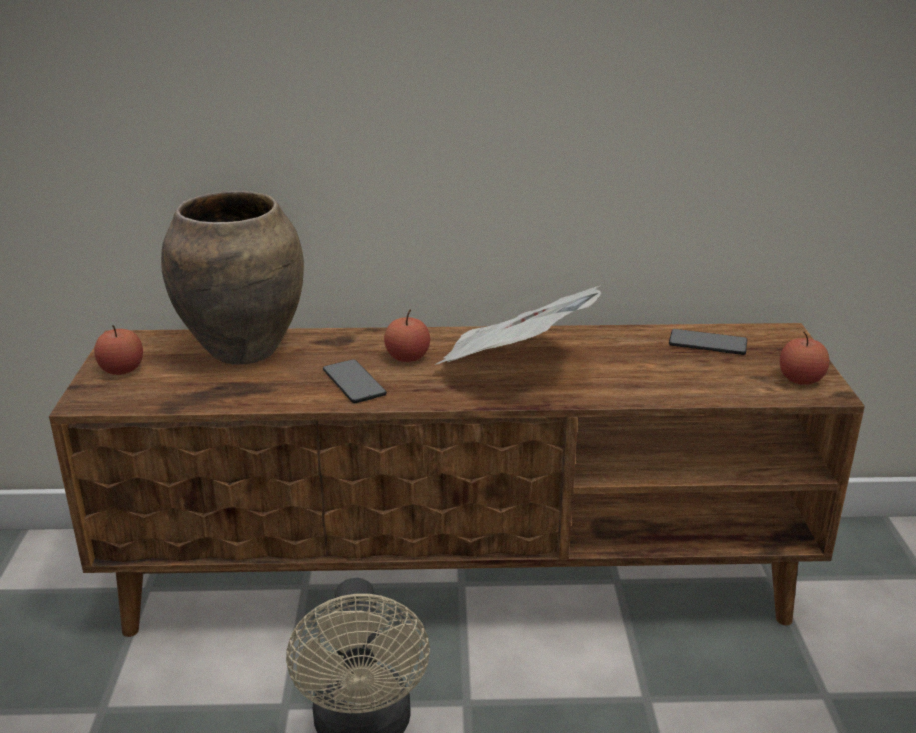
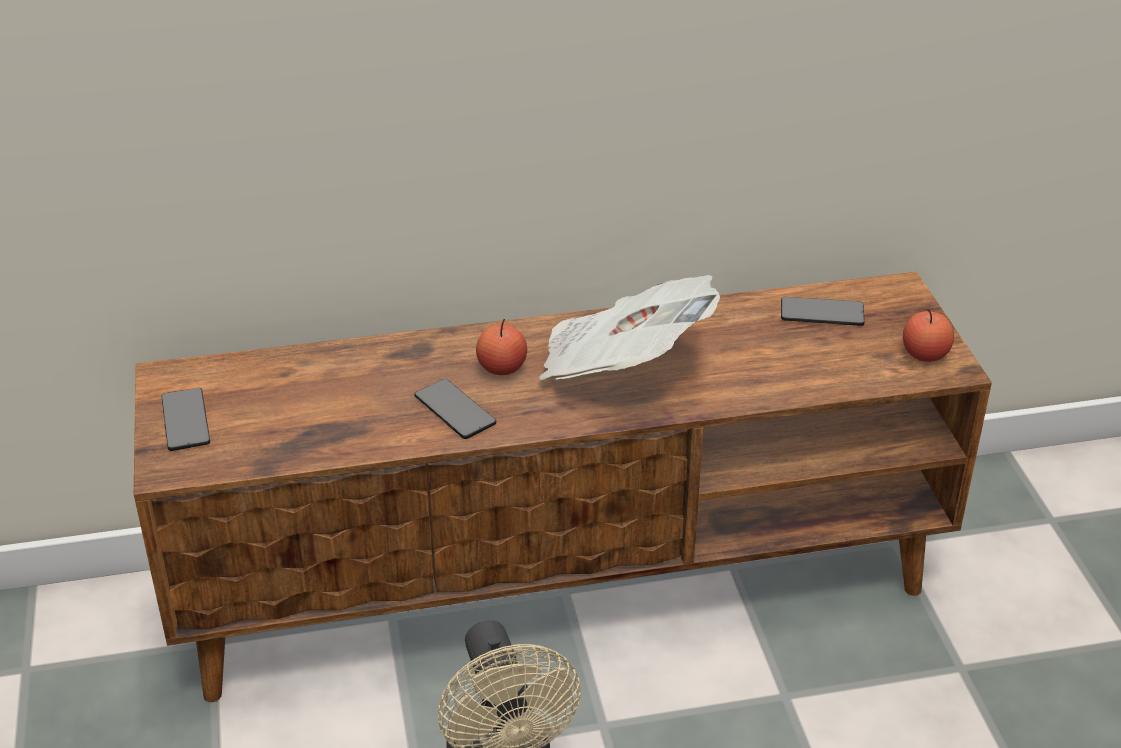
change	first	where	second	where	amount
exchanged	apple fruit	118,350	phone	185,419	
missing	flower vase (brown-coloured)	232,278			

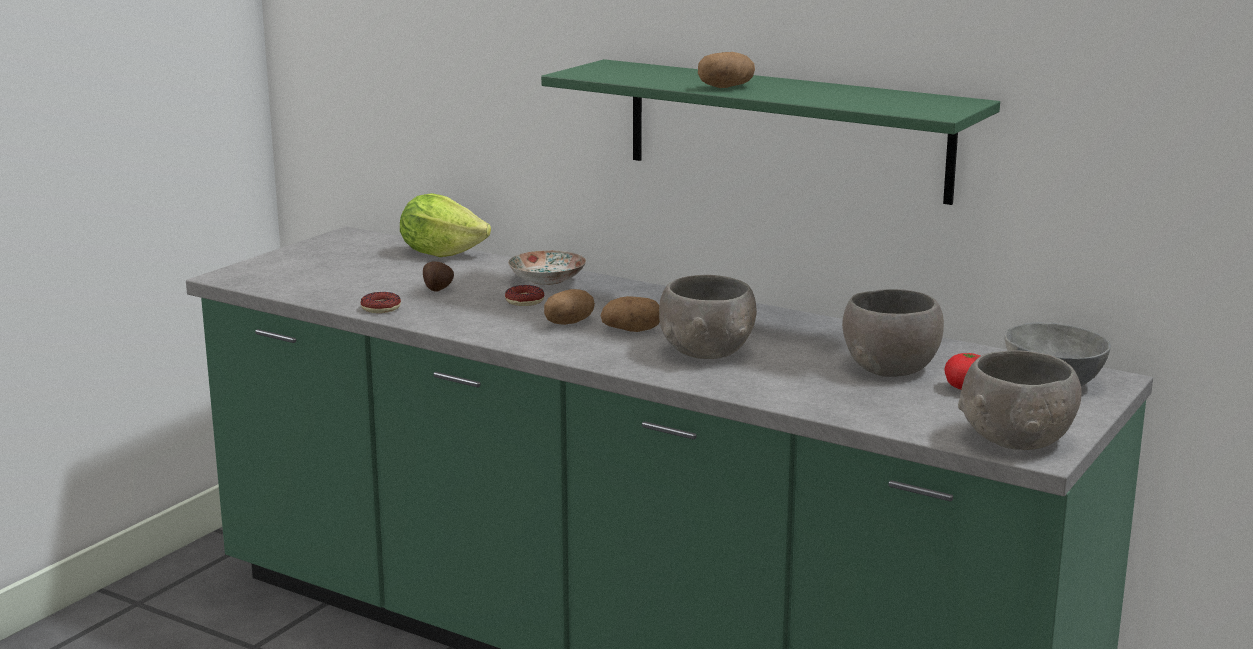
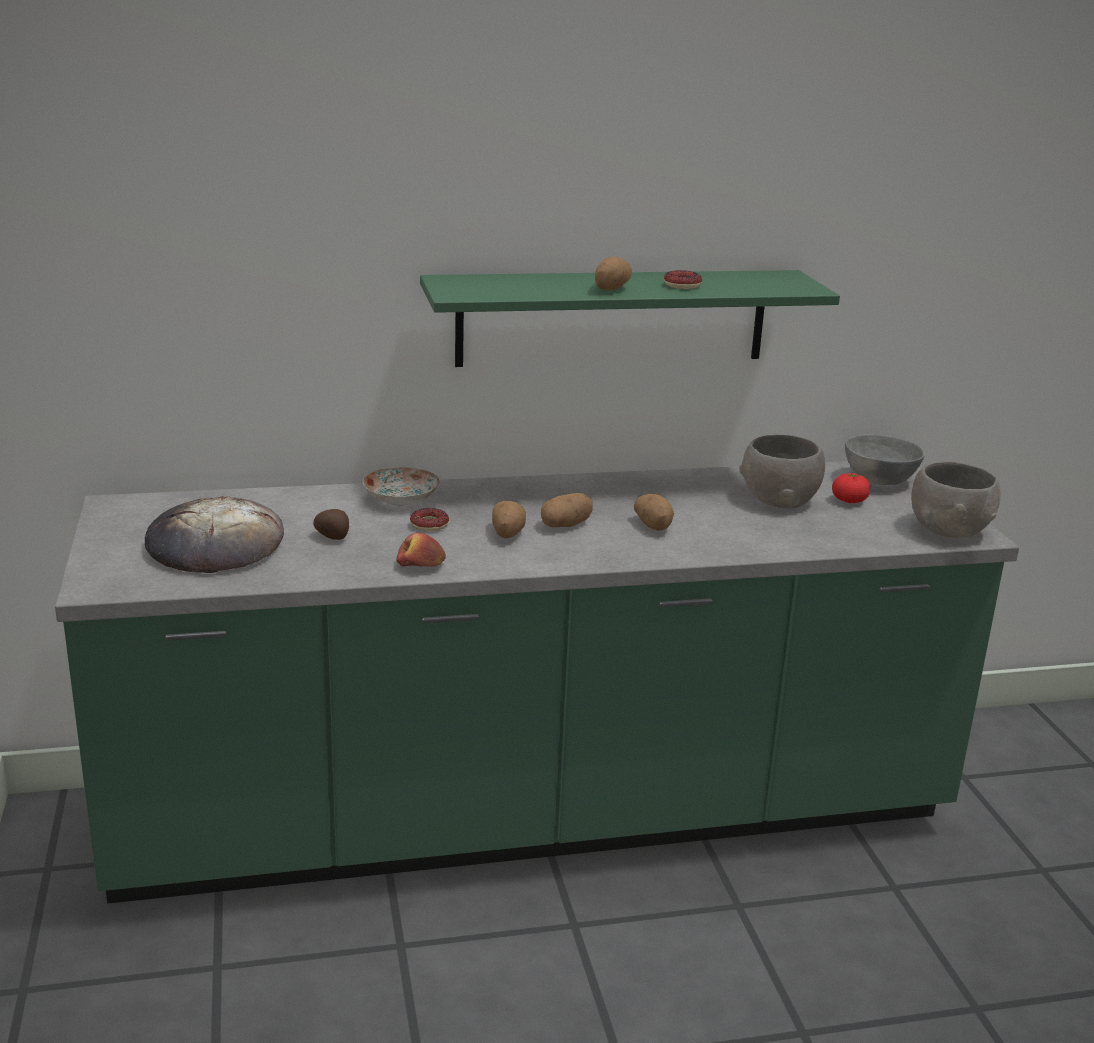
change	first	where	second	where	amount
appeared			bread	214,534	
appeared			apple fruit	421,550	
exchanged	bowl (greyish)	708,317	potato	654,512	
relocated	donut	381,302		683,279	
missing	head of lettuce	445,225			

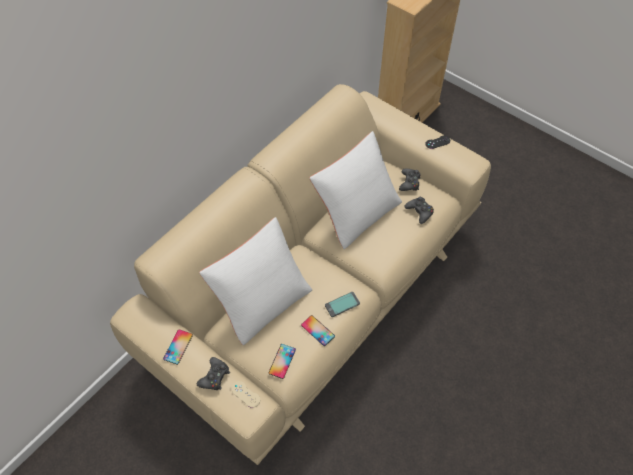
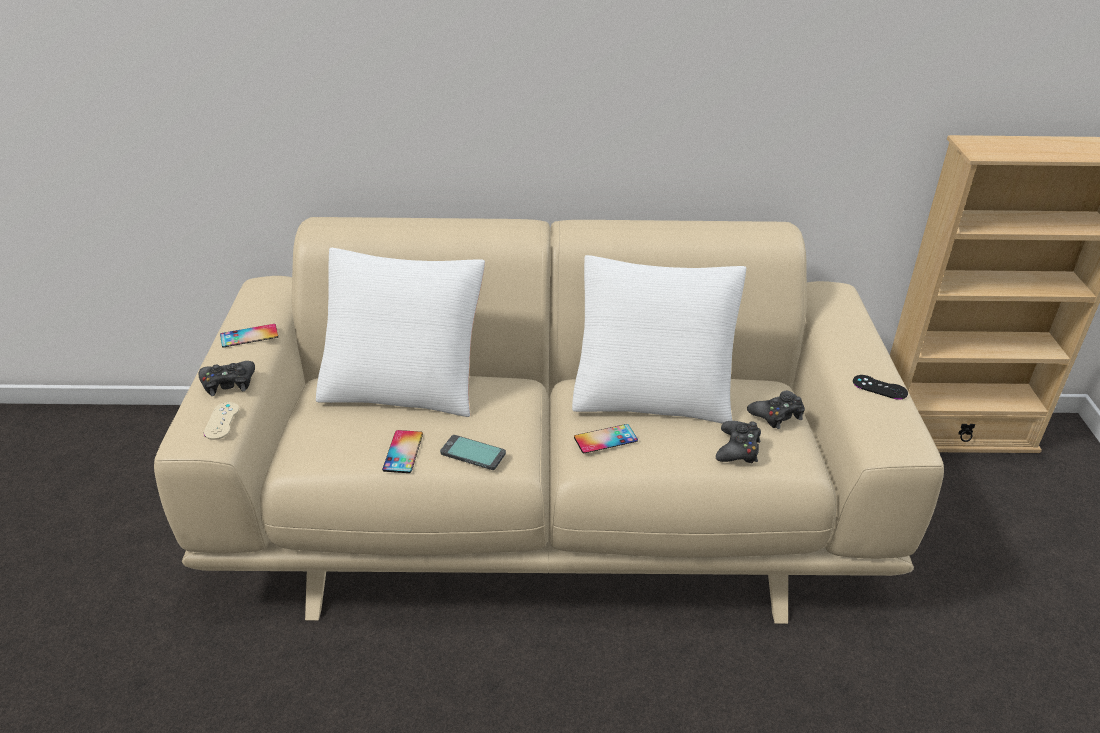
change	first	where	second	where	amount
relocated	phone	282,361		606,438	

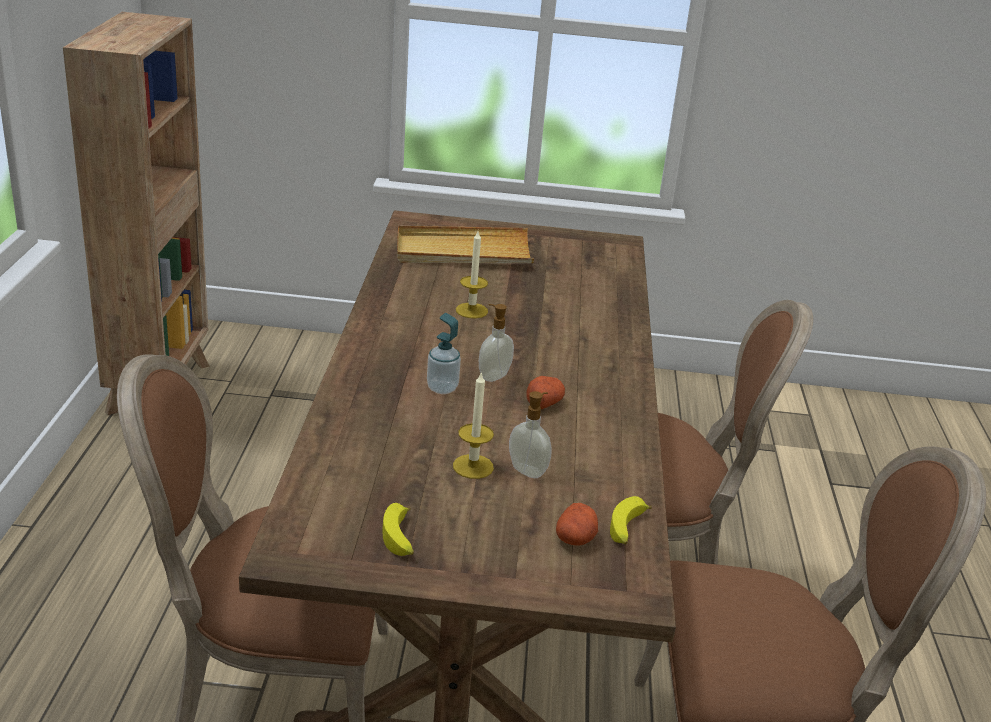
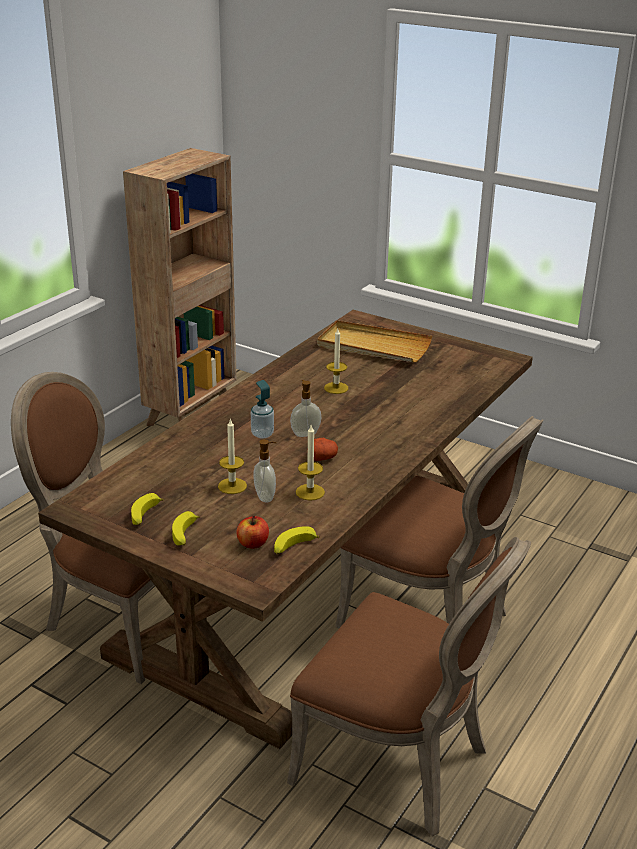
change	first	where	second	where	amount
appeared			whole banana	186,528	
exchanged	potato	577,524	apple fruit	252,532	
appeared			wax light	310,463	

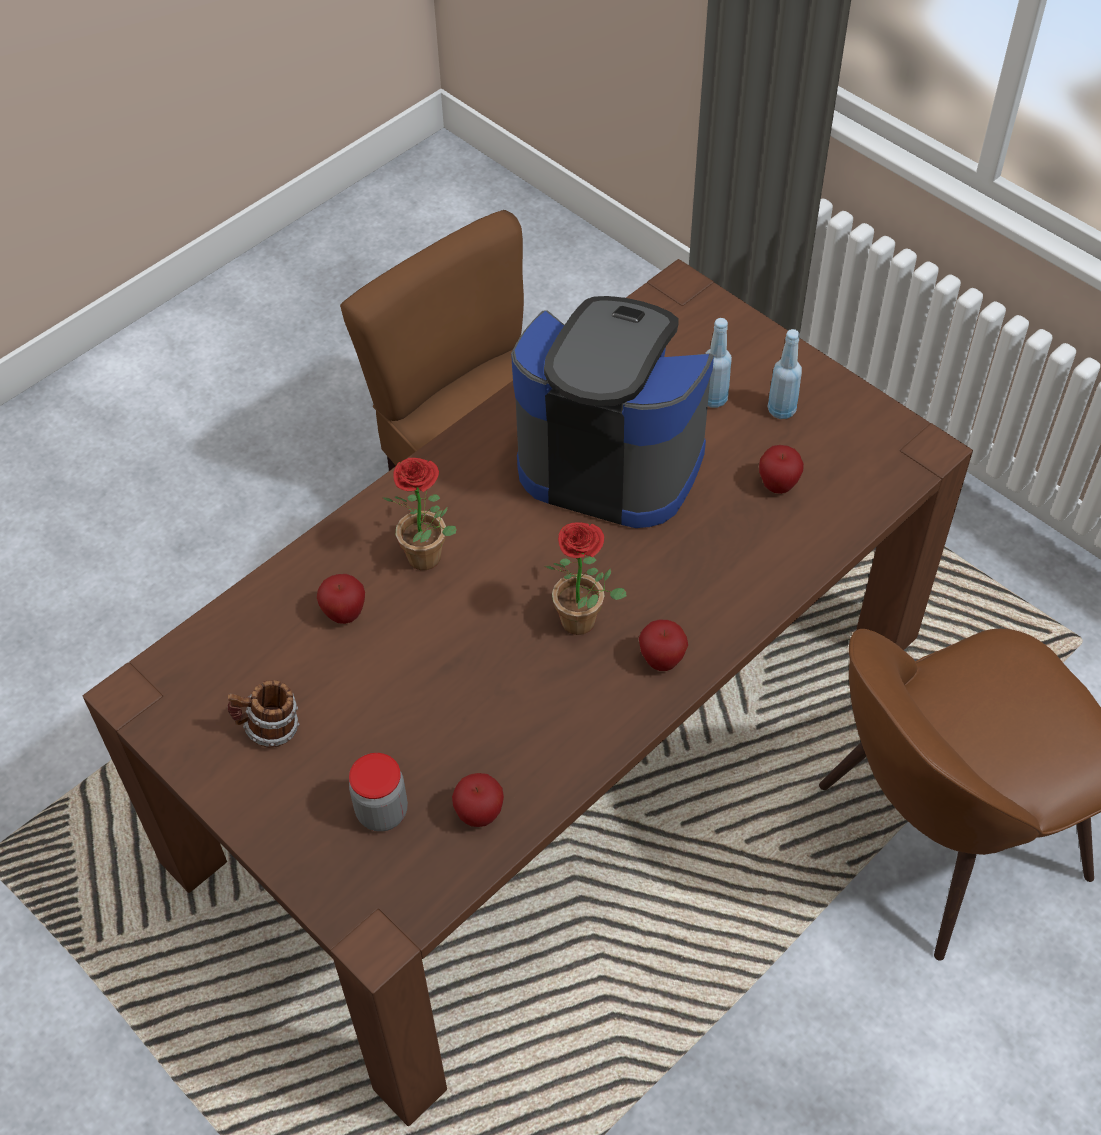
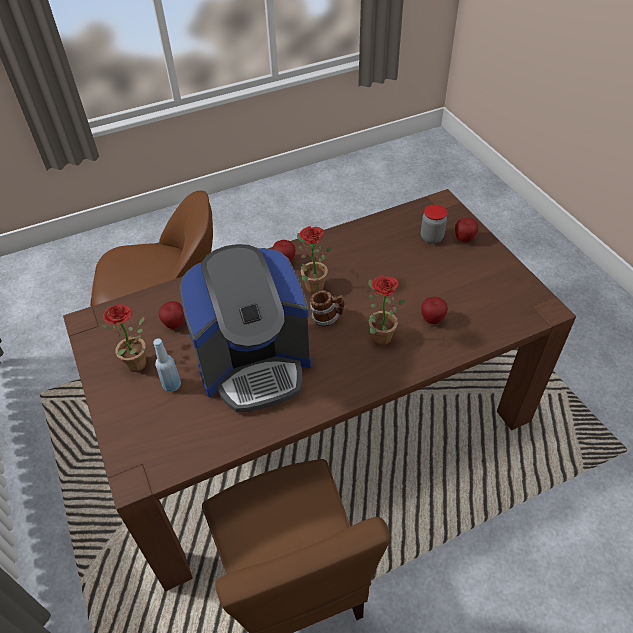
change	first	where	second	where	amount
exchanged	bottle (blue)	785,374	plant in a pot	124,338	
spun	coffee maker	612,412		245,328	60 degrees counterclockwise
relocated	tea mug	263,714		327,309	
relocated	apple fruit	478,800		466,230	

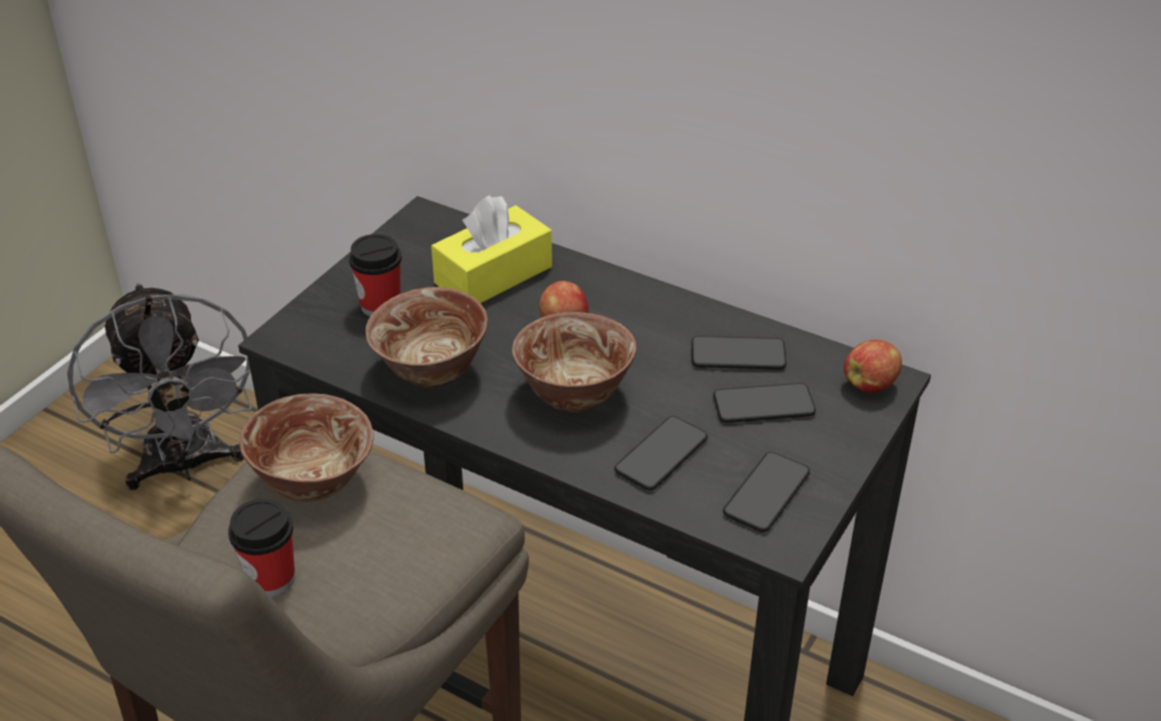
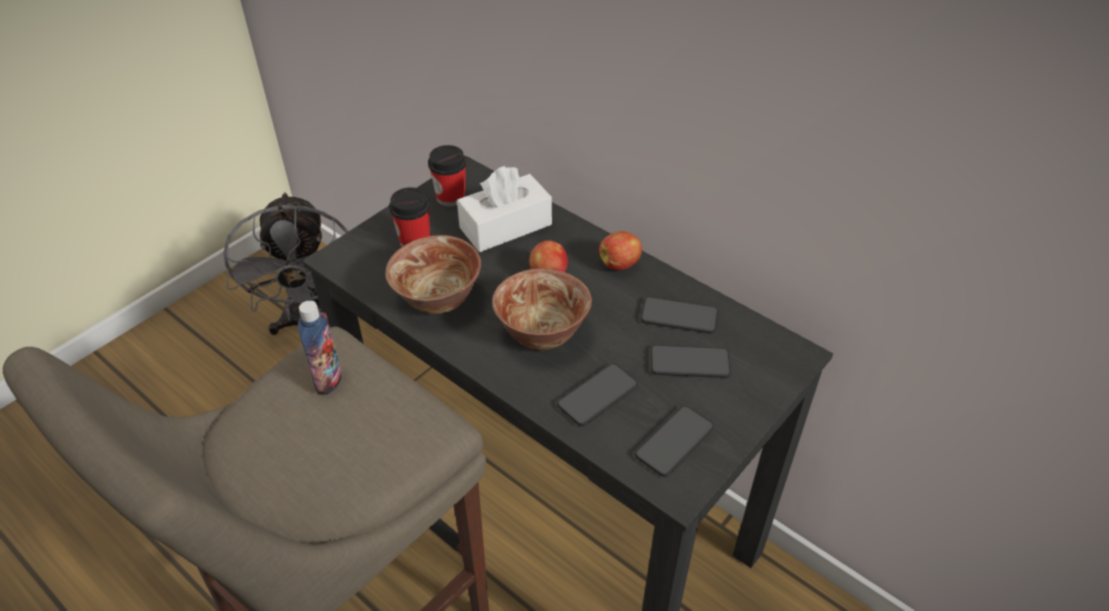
change	first	where	second	where	amount
exchanged	bowl	307,447	bottle	320,348	
relocated	drinking cup	261,548		447,176	
colour	box of tissues (yellow-coloured)	491,249	box of tissues (whitish)	504,209	
relocated	apple fruit	873,366		620,251	

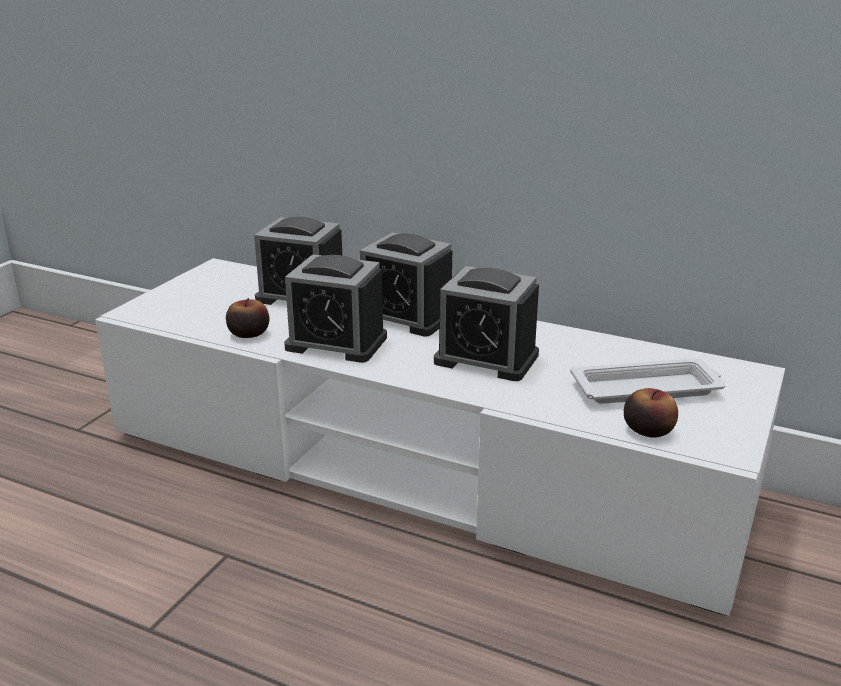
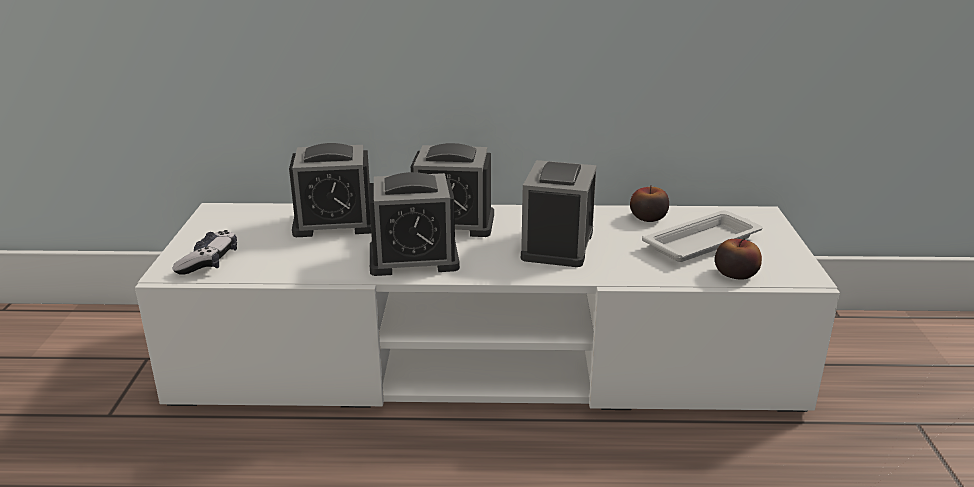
change	first	where	second	where	amount
appeared			joypad	205,252	
spun	table clock	486,323		559,213	105 degrees clockwise
relocated	apple fruit	248,318		649,203	

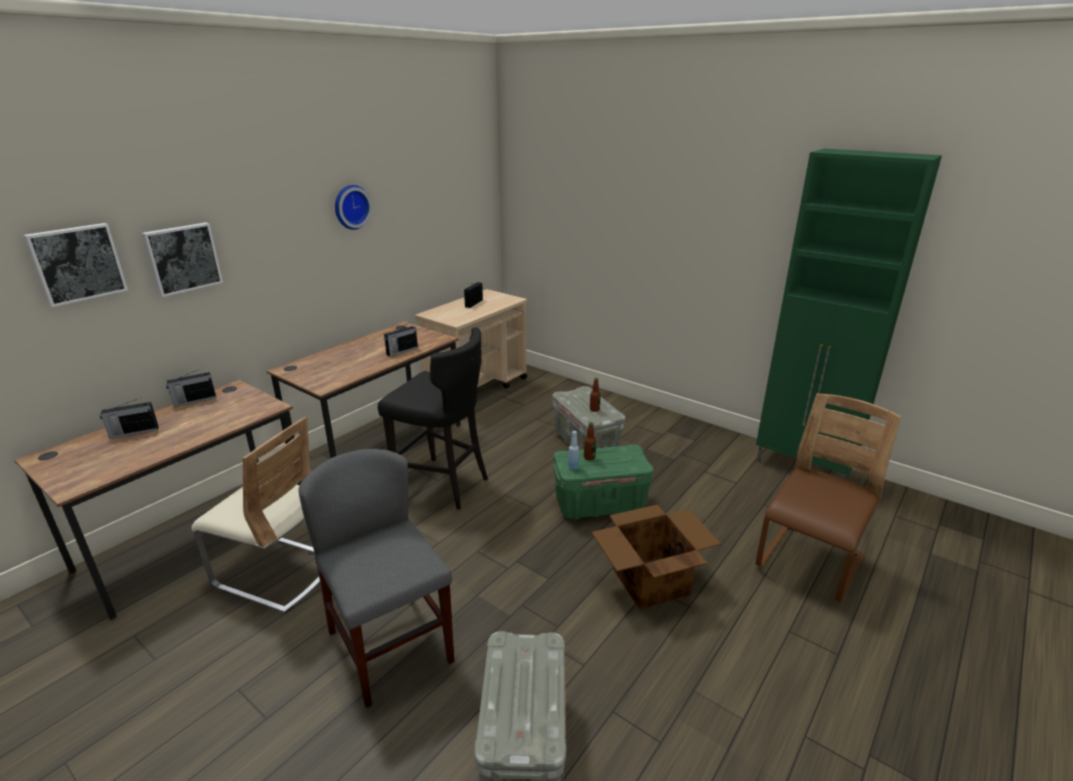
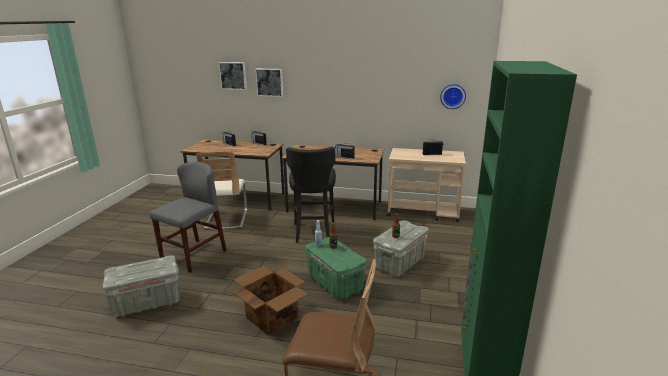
change	first	where	second	where	amount
relocated	hanging clock	353,207		453,96	

